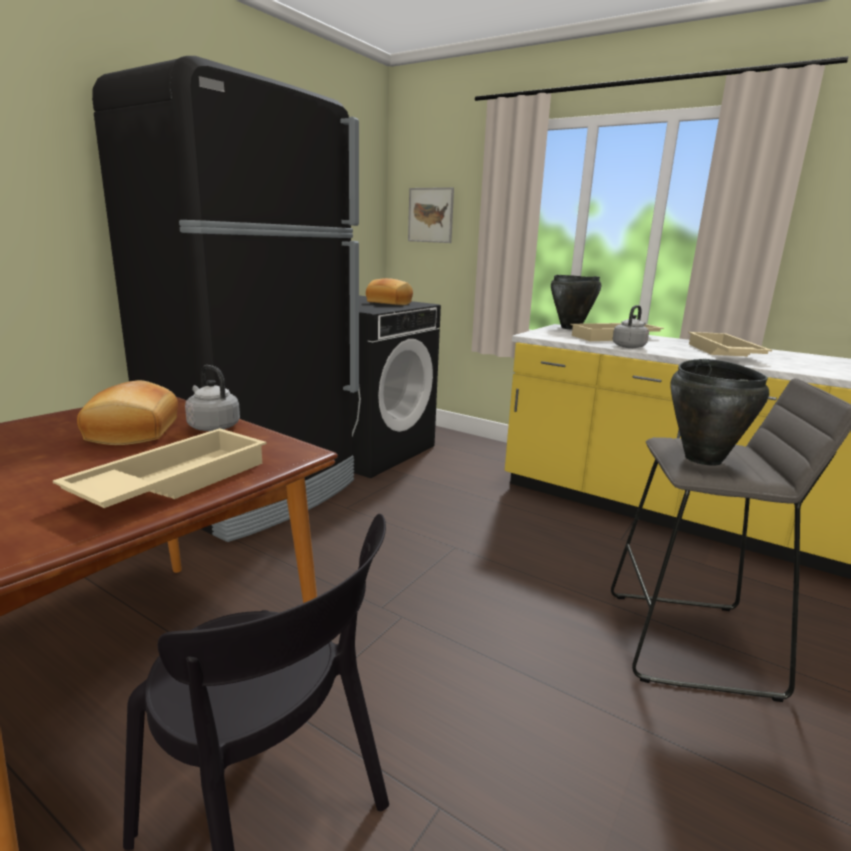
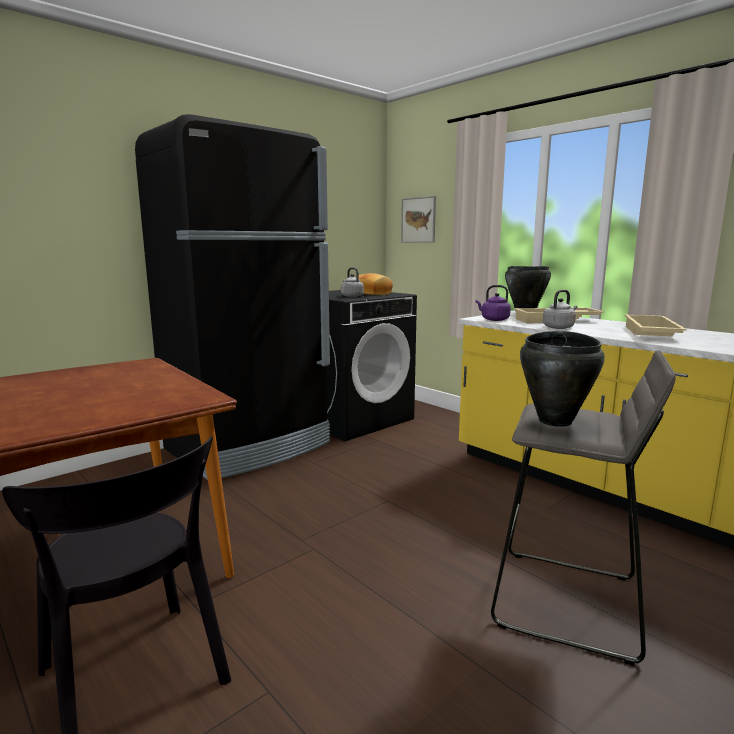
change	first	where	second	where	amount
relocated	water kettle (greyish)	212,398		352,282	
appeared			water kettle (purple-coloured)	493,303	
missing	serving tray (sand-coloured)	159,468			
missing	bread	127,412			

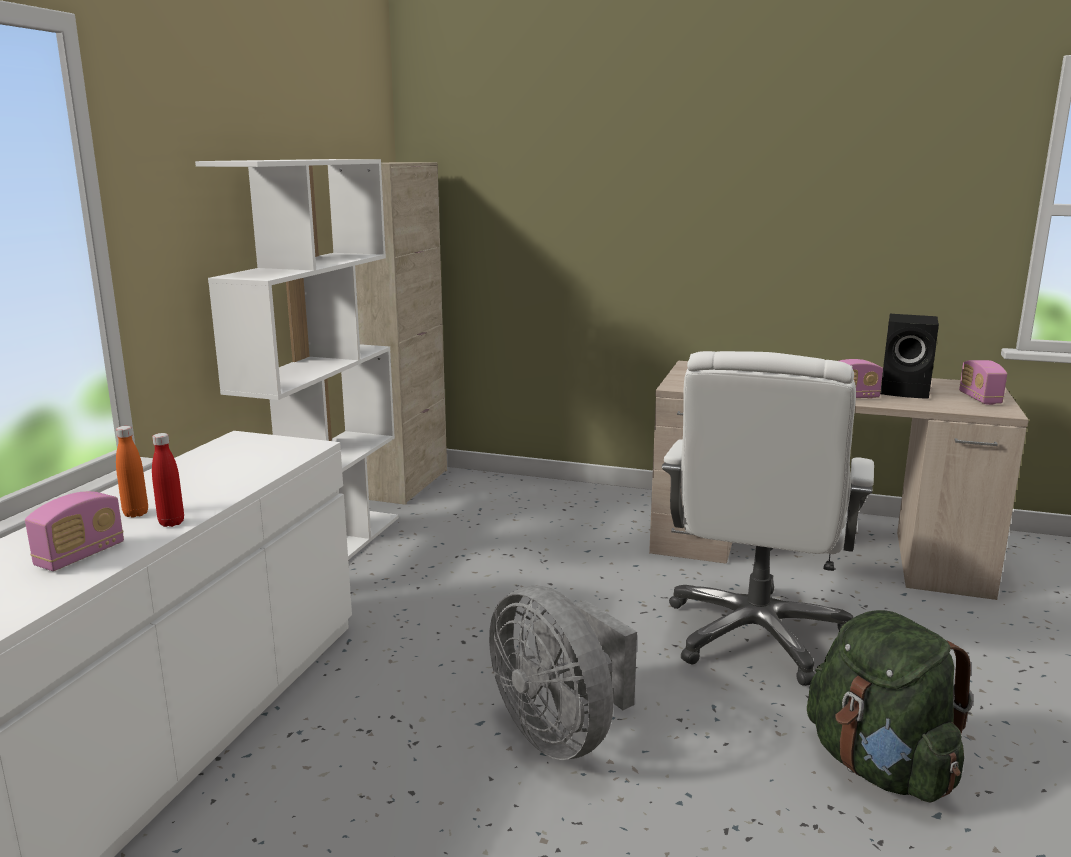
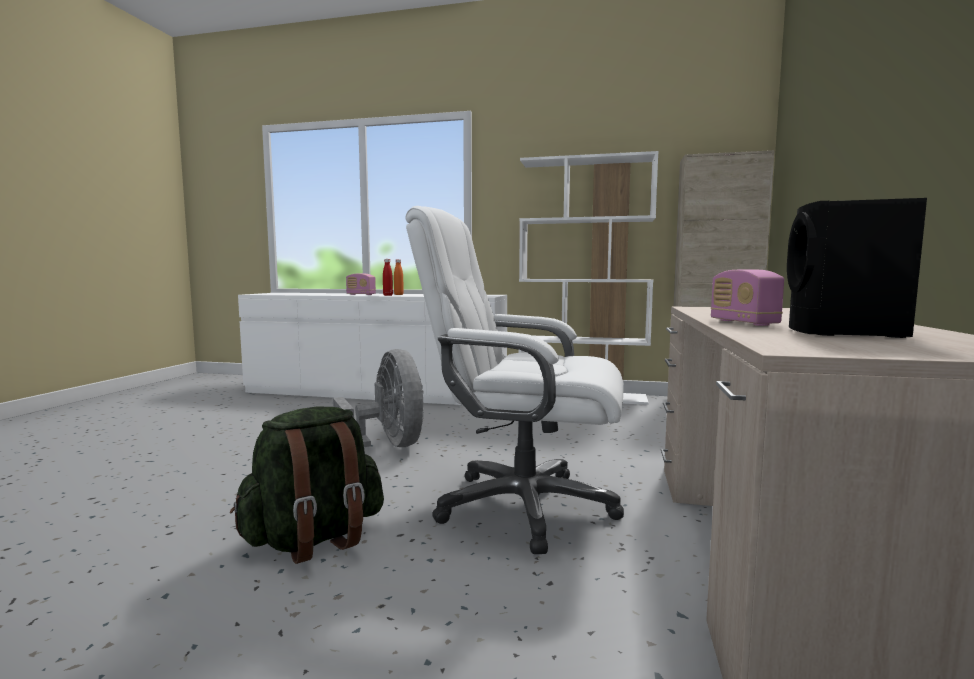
change	first	where	second	where	amount
spun	fan (greyish)	563,672		378,398	105 degrees clockwise
missing	radio set	983,382			

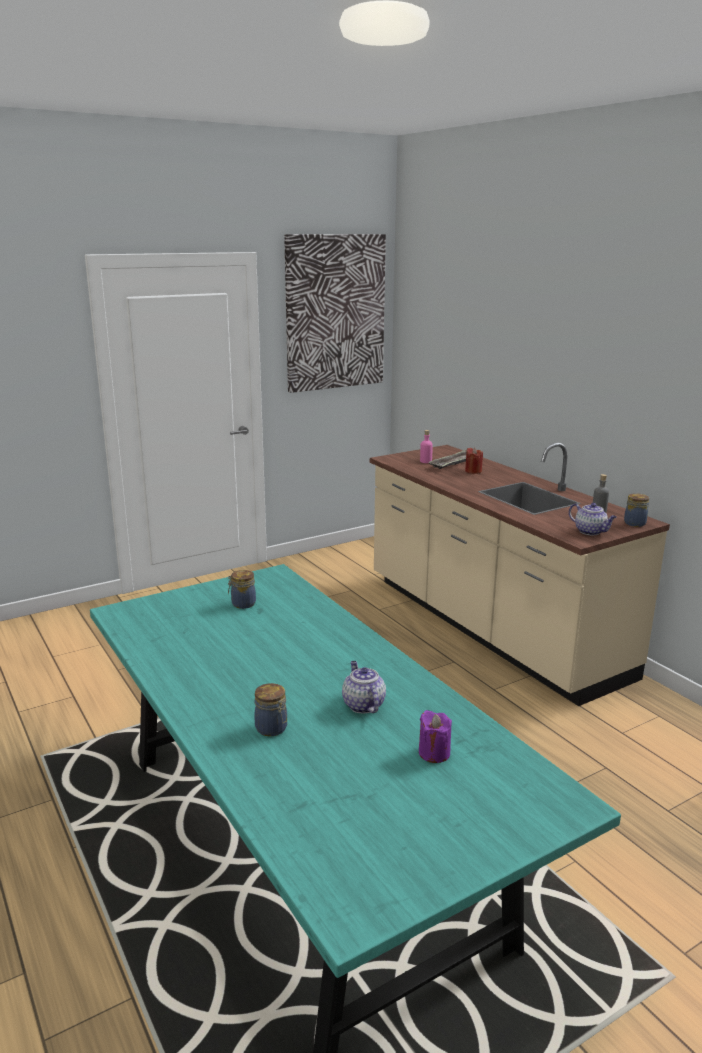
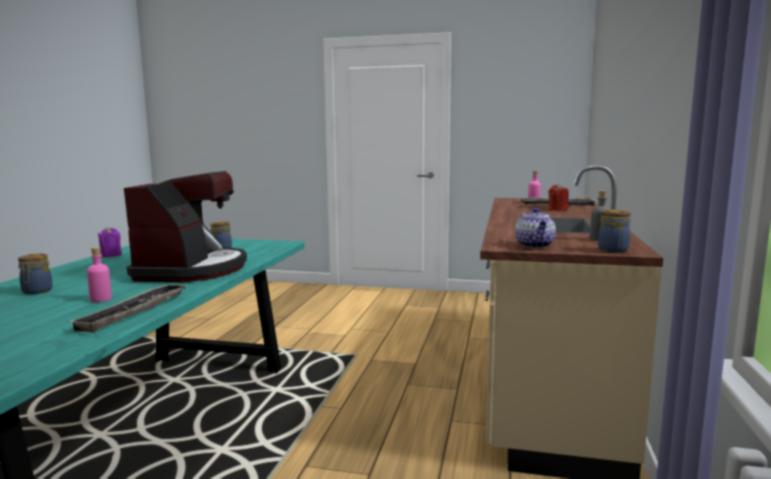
change	first	where	second	where	amount
appeared			serving tray	128,308	
exchanged	pot for tea	364,687	bottle (pink)	99,274	
relocated	wax light (purple-coloured)	435,736		110,242	
appeared			coffee maker	185,226	
missing	picture	335,313			

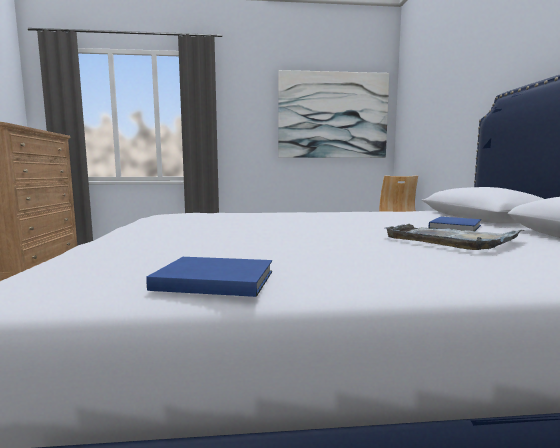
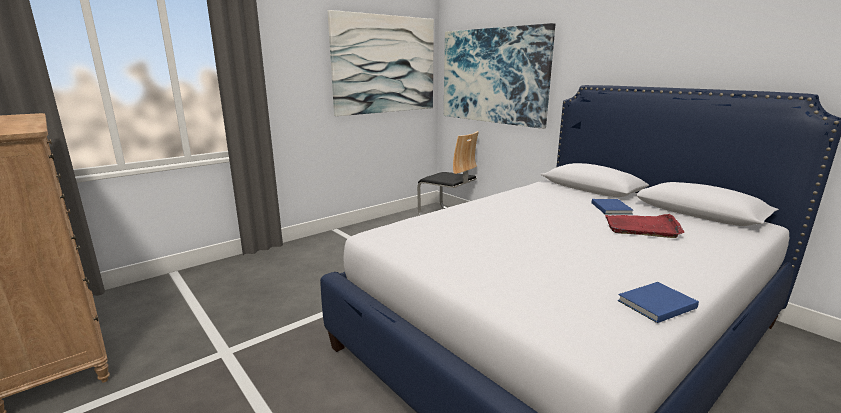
change	first	where	second	where	amount
appeared			picture	499,76	
colour	serving tray (greyish)	454,237	serving tray (red)	645,226	

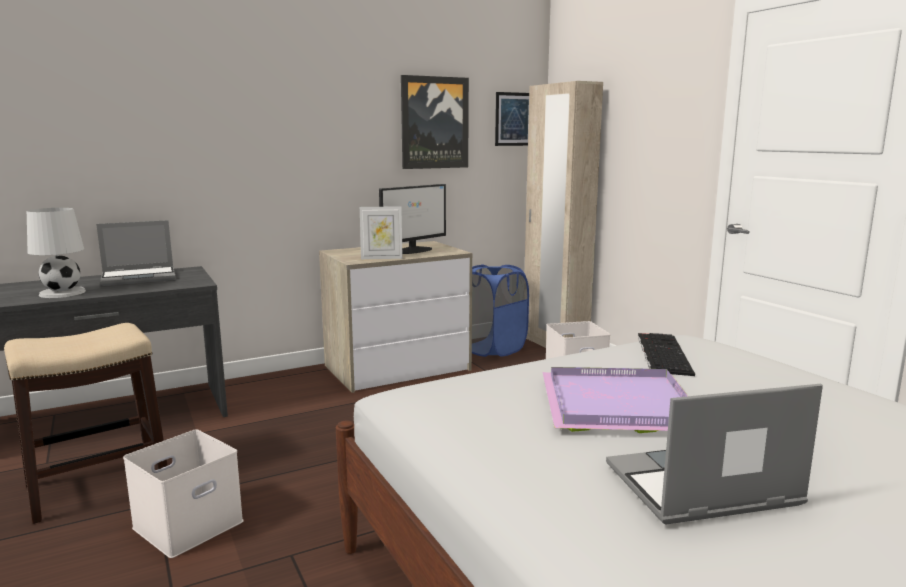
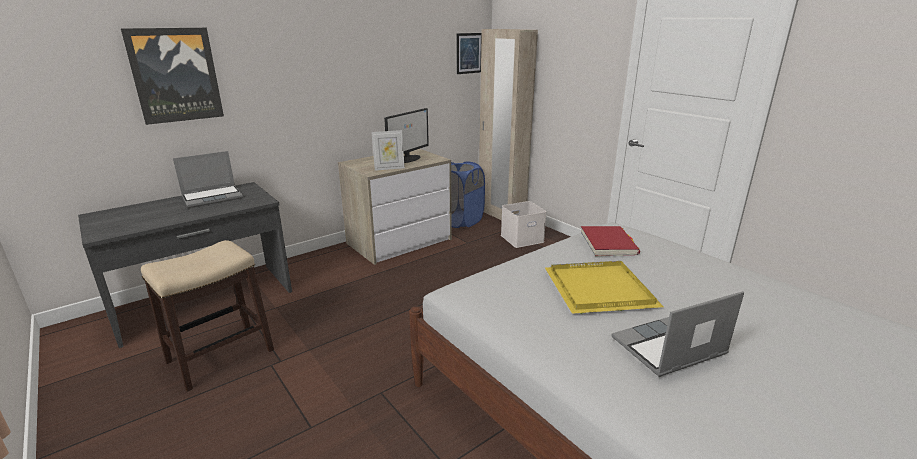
change	first	where	second	where	amount
relocated	picture	435,122		172,76	
colour	serving tray (purple-coloured)	615,400	serving tray (yellow-coloured)	604,287	
exchanged	computer keyboard	666,354	volume (red)	610,241	
missing	tabletop lamp (whitish)	56,253			
missing	storage bin (whitish)	183,493			

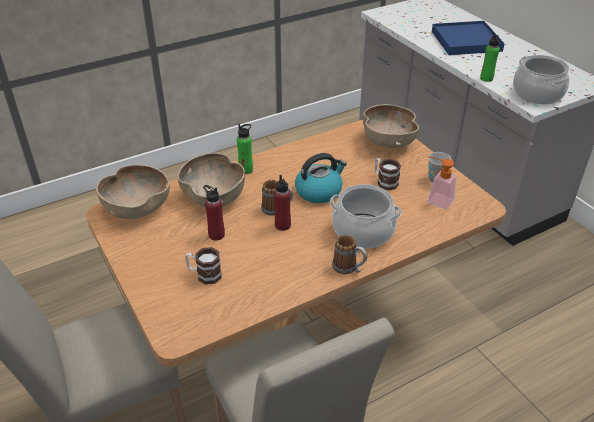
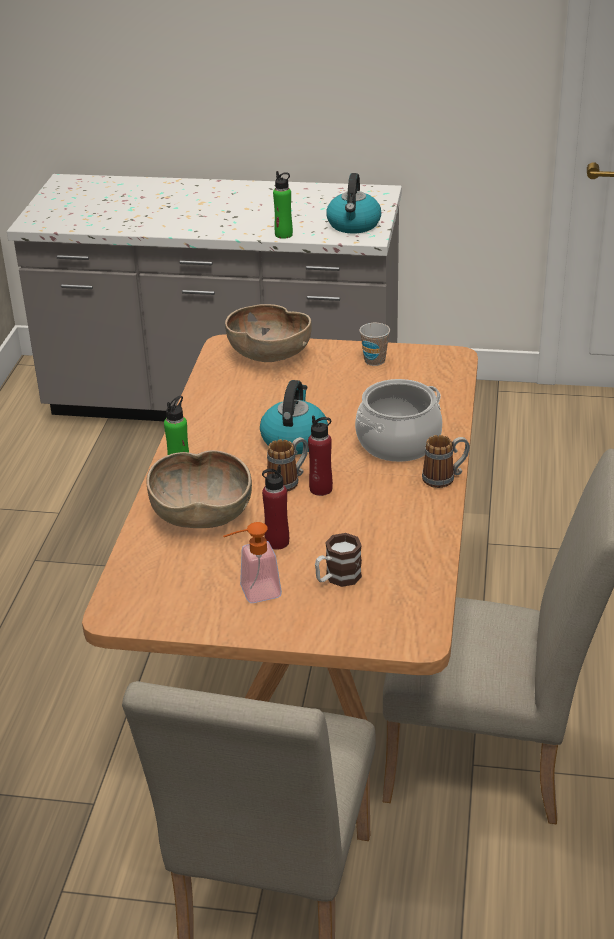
change	first	where	second	where	amount
relocated	liquid soap bottle	442,182		252,562	
exchanged	cooking pot	541,79	water kettle	353,203	
missing	bowl (brown-coloured)	133,191			
missing	tea mug	388,174			
missing	serving tray (blue)	468,38			

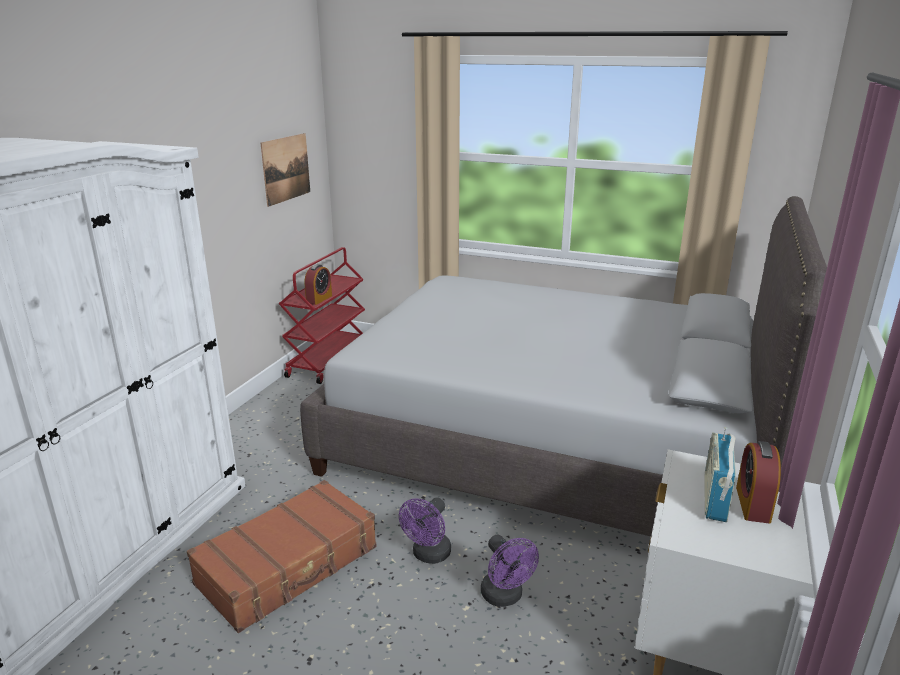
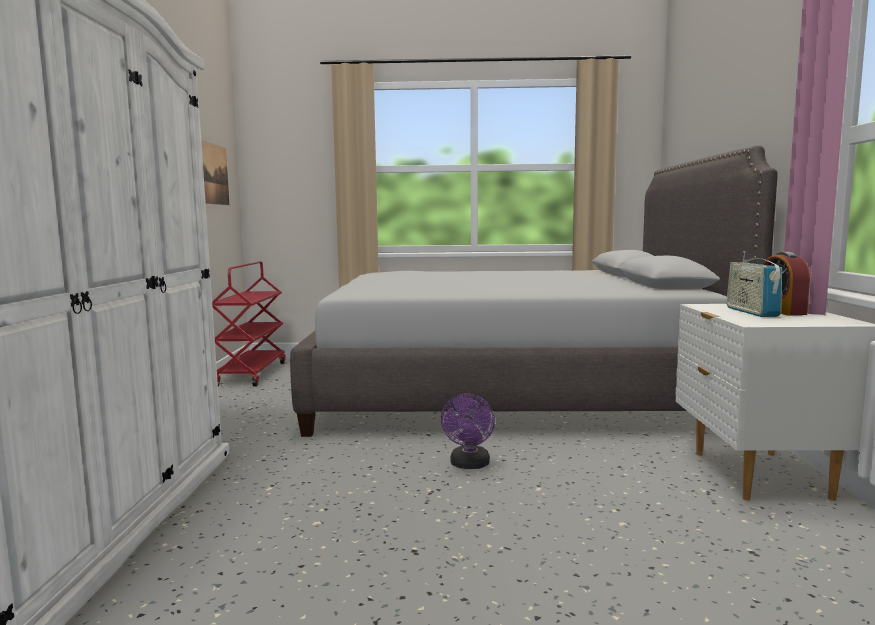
change	first	where	second	where	amount
missing	travel case (brown-coloured)	281,556			
missing	table clock	318,284			
missing	fan (purple-coloured)	510,571			

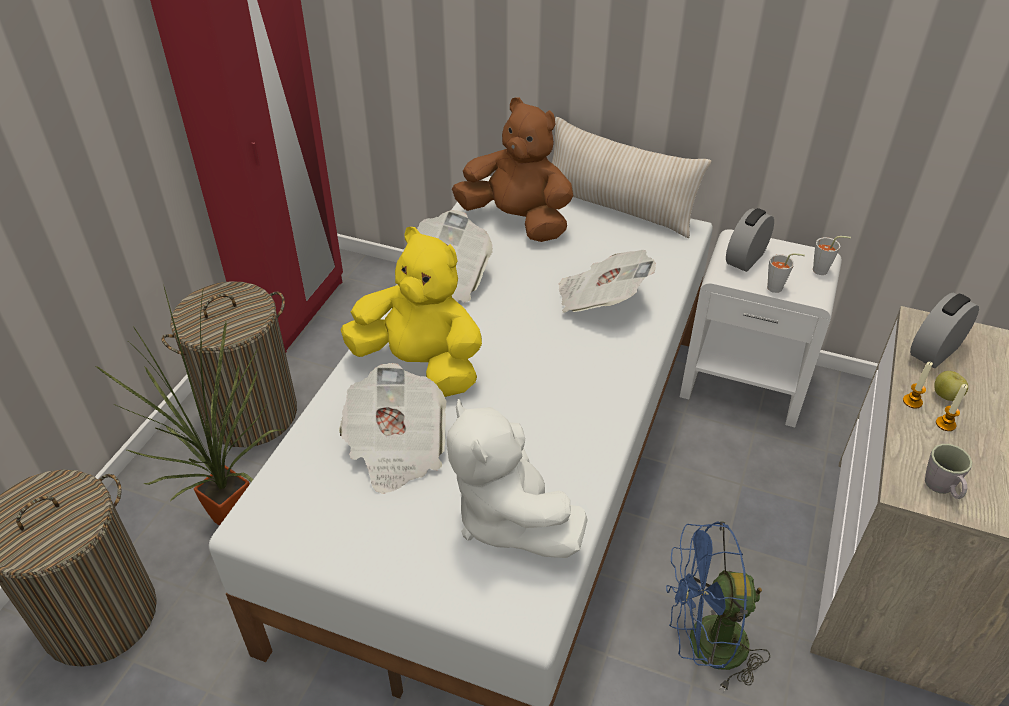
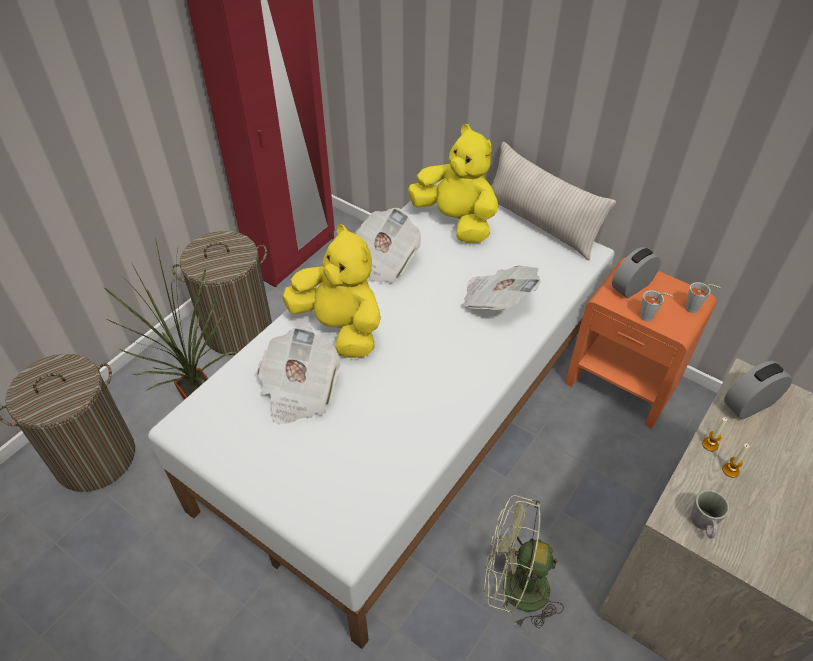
change	first	where	second	where	amount
colour	plush toy (brown-coloured)	512,169	plush toy (yellow-coloured)	453,183	
colour	fan (blue)	718,606	fan (green-coloured)	524,561	
colour	night table (whitish)	761,328	night table (orange)	641,343	
missing	plush toy (whitish)	517,478			
missing	apple fruit	951,386			

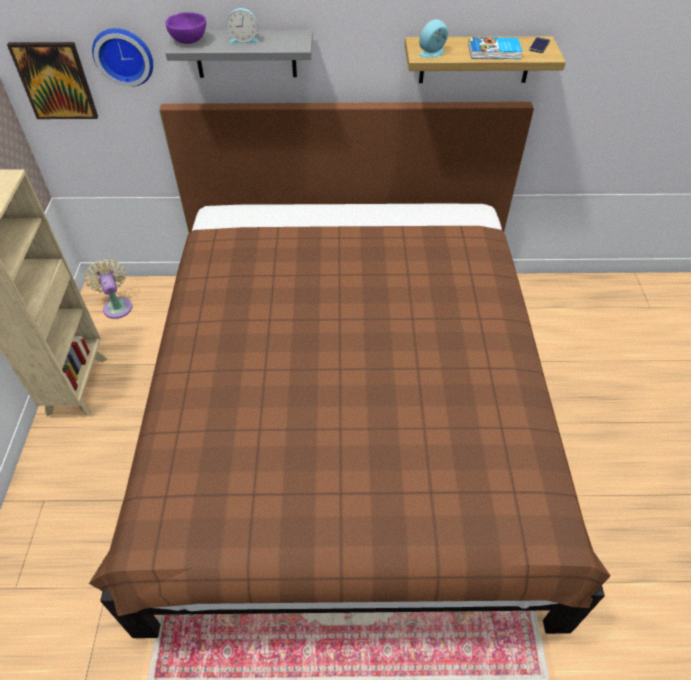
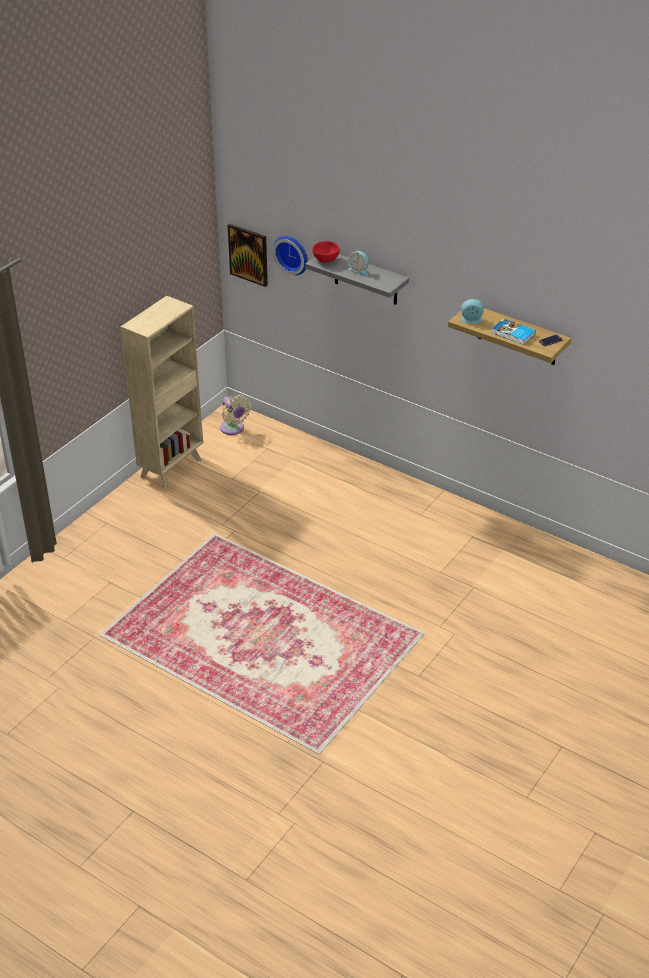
change	first	where	second	where	amount
spun	fan (sand-coloured)	108,289		235,415	135 degrees clockwise
colour	bowl (purple-coloured)	186,28	bowl (red)	326,252	
missing	bedroom bed (brown-coloured)	350,370			

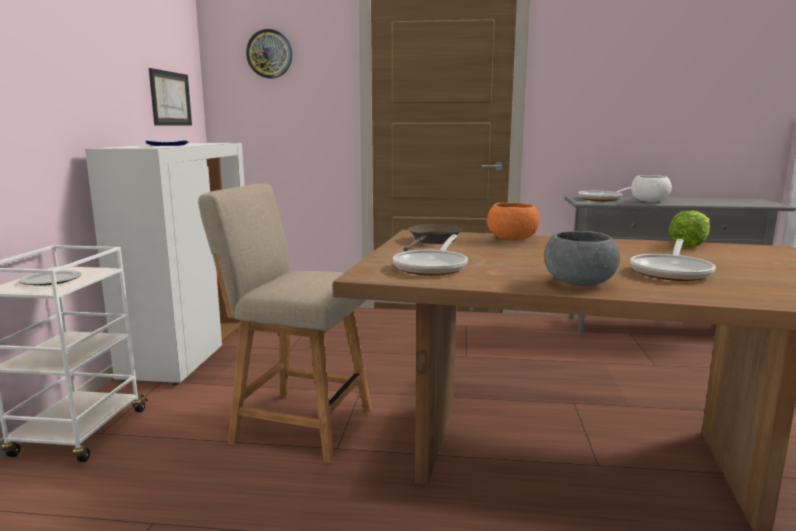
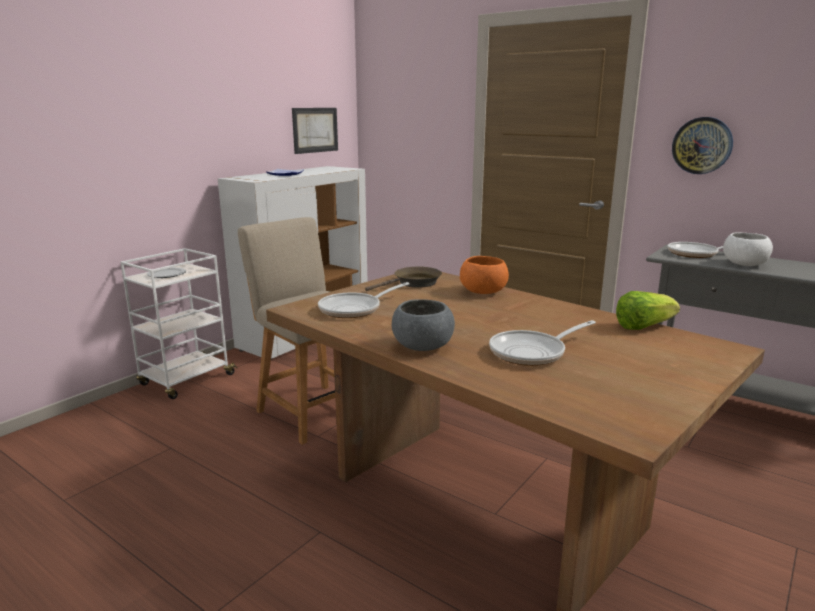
change	first	where	second	where	amount
relocated	hanging clock	269,53		702,145	

